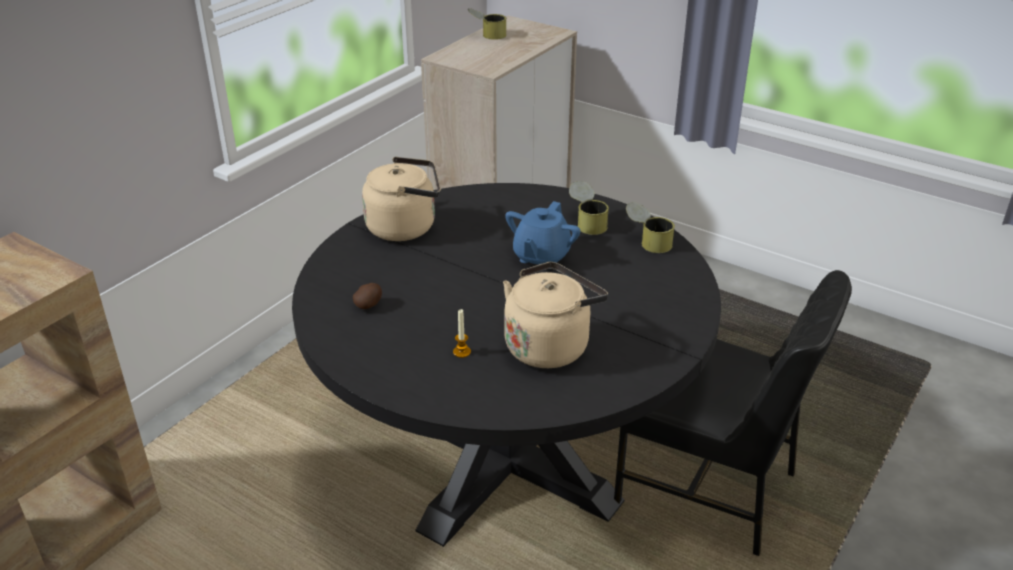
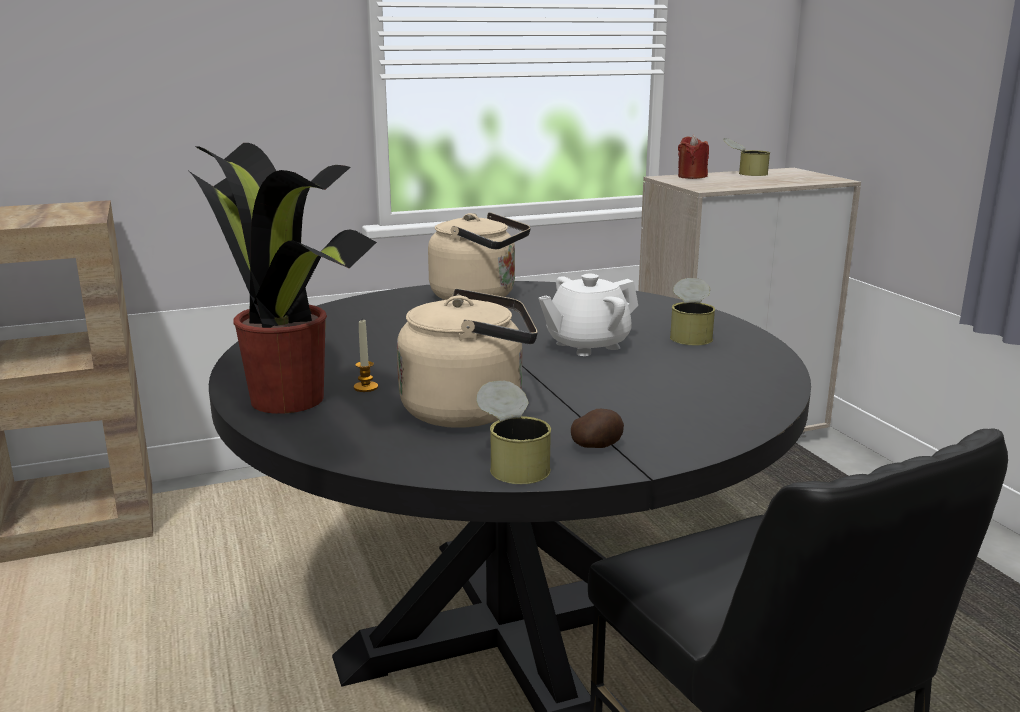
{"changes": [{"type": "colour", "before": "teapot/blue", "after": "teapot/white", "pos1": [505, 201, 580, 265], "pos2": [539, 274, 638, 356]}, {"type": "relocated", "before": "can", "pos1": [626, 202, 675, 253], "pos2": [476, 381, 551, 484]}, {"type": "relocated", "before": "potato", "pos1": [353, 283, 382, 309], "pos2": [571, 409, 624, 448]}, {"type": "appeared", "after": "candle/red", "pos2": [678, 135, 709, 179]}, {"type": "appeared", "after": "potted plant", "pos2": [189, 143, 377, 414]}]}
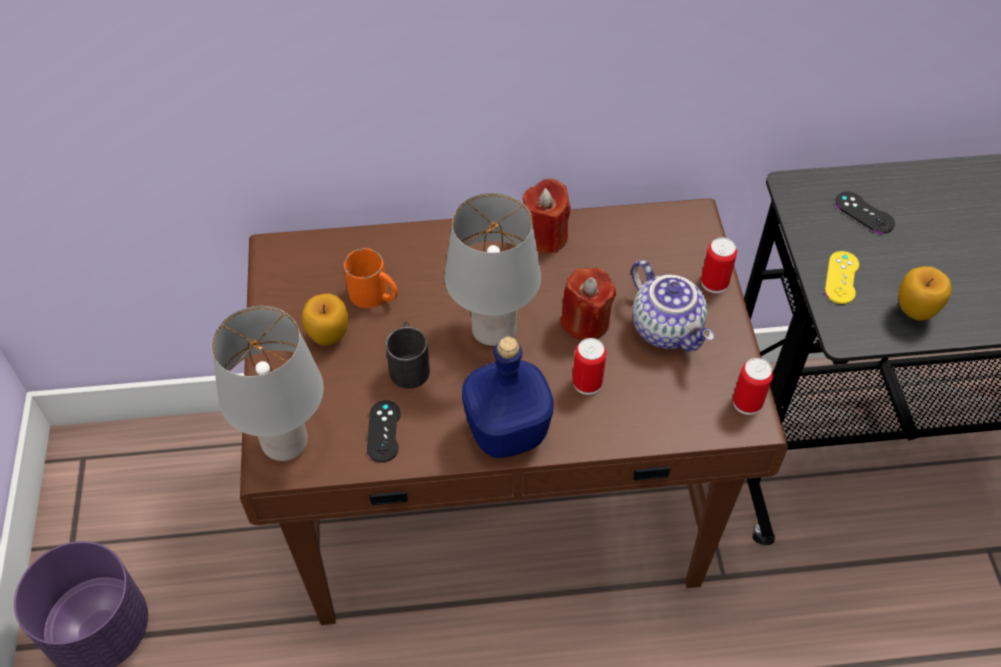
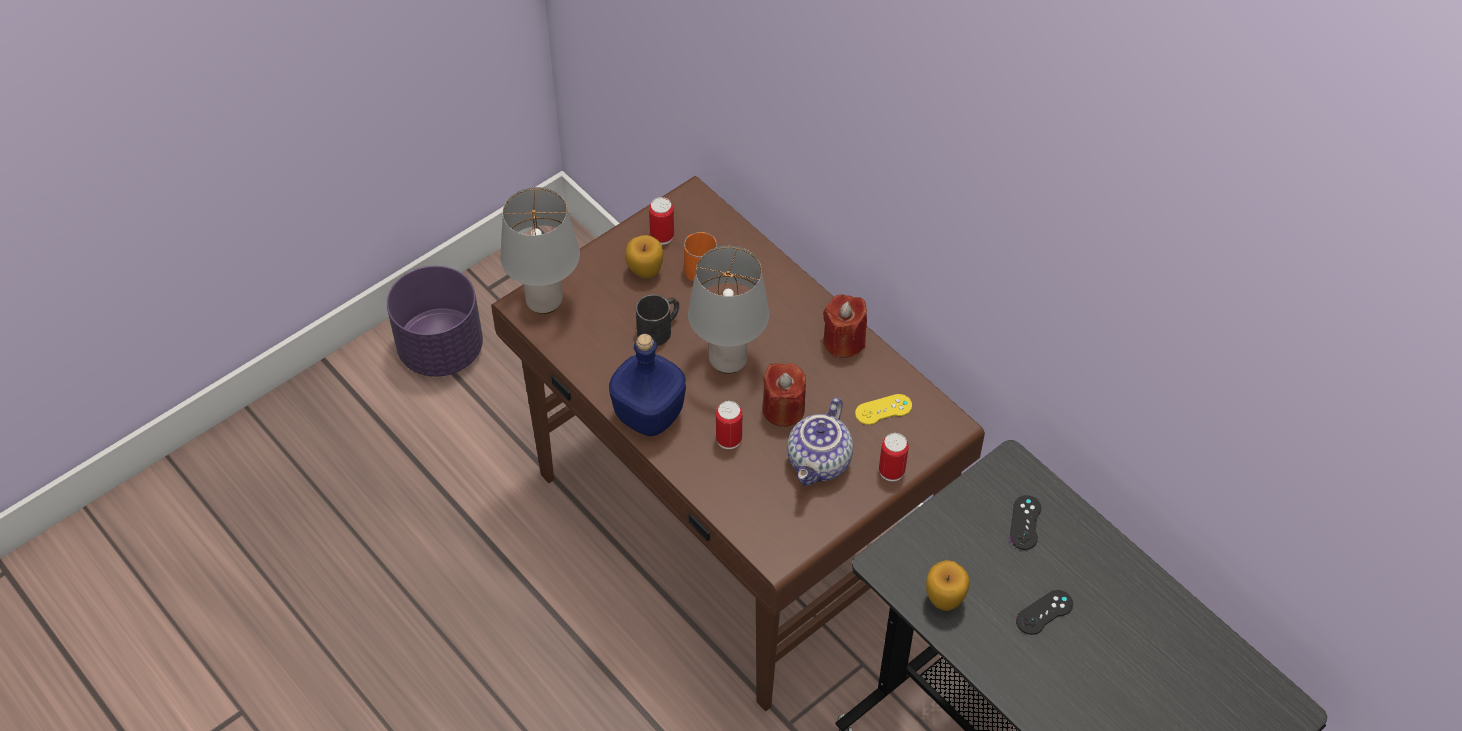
{"changes": [{"type": "relocated", "before": "game controller/yellow", "pos1": [825, 251, 859, 304], "pos2": [855, 394, 912, 425]}, {"type": "relocated", "before": "can", "pos1": [733, 358, 773, 415], "pos2": [649, 197, 674, 245]}, {"type": "relocated", "before": "game controller/black", "pos1": [367, 400, 401, 463], "pos2": [1016, 590, 1073, 635]}]}
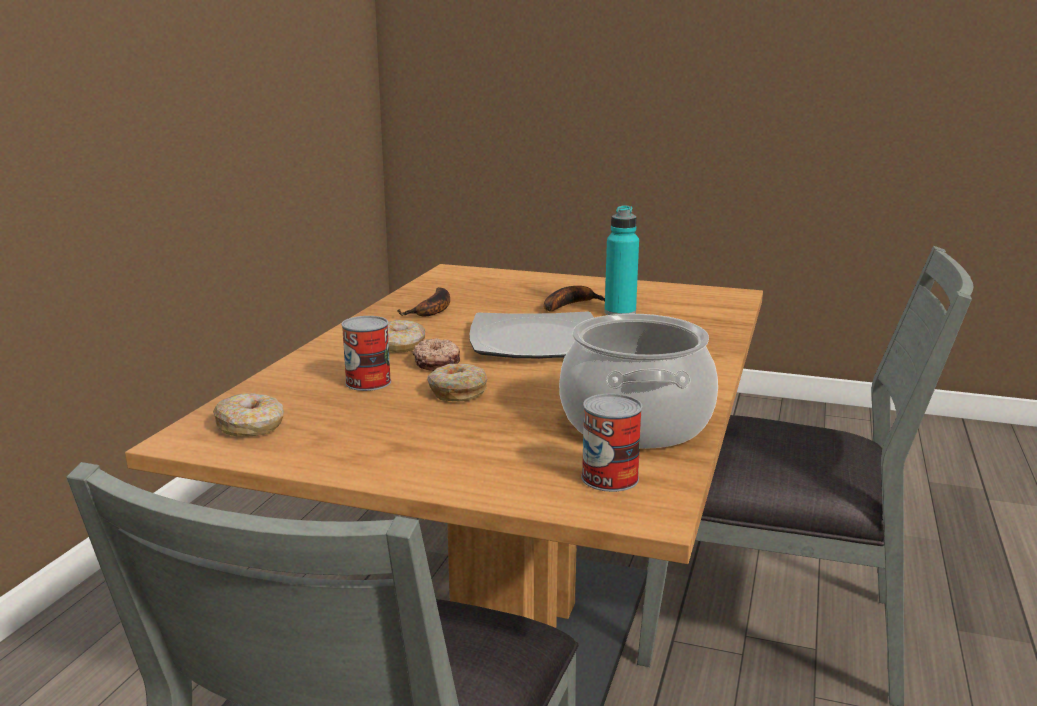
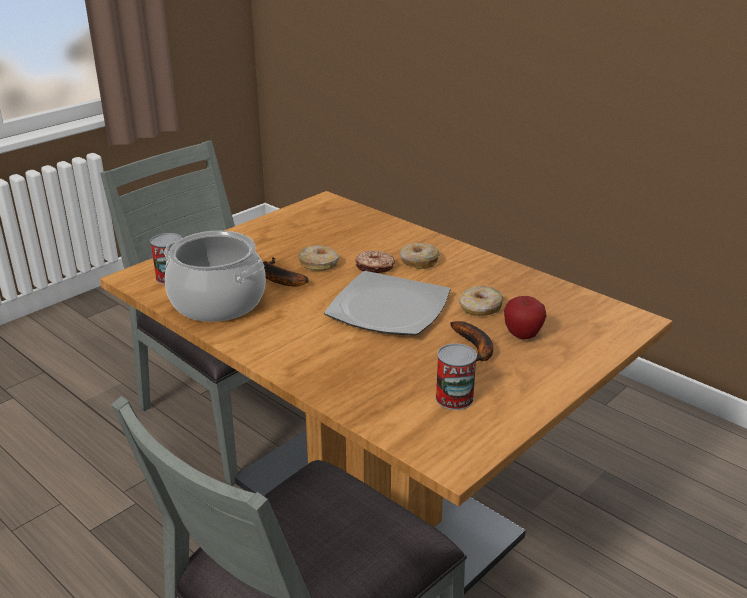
{"changes": [{"type": "missing", "before": "bottle/turquoise", "pos1": [605, 205, 639, 315]}, {"type": "relocated", "before": "banana", "pos1": [397, 287, 450, 317], "pos2": [263, 257, 308, 287]}, {"type": "relocated", "before": "can", "pos1": [341, 316, 391, 391], "pos2": [435, 344, 477, 410]}, {"type": "relocated", "before": "donut", "pos1": [213, 393, 284, 437], "pos2": [459, 286, 504, 316]}, {"type": "appeared", "after": "apple", "pos2": [504, 296, 546, 339]}]}
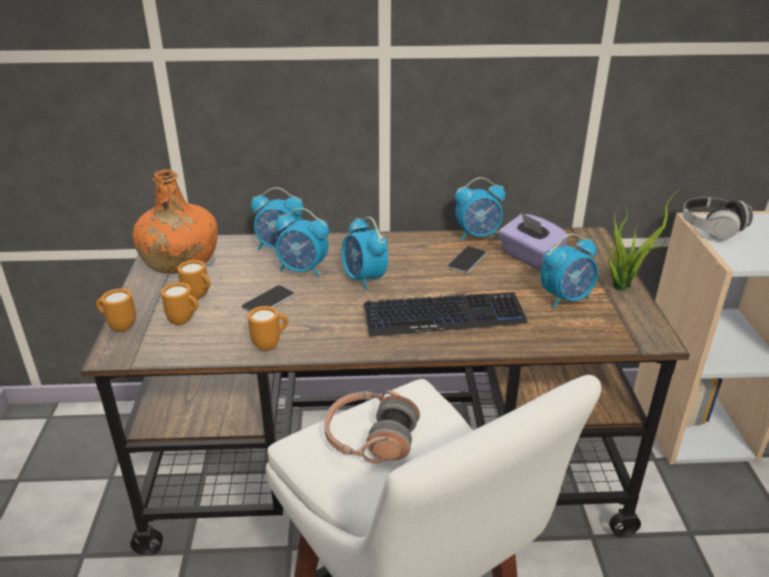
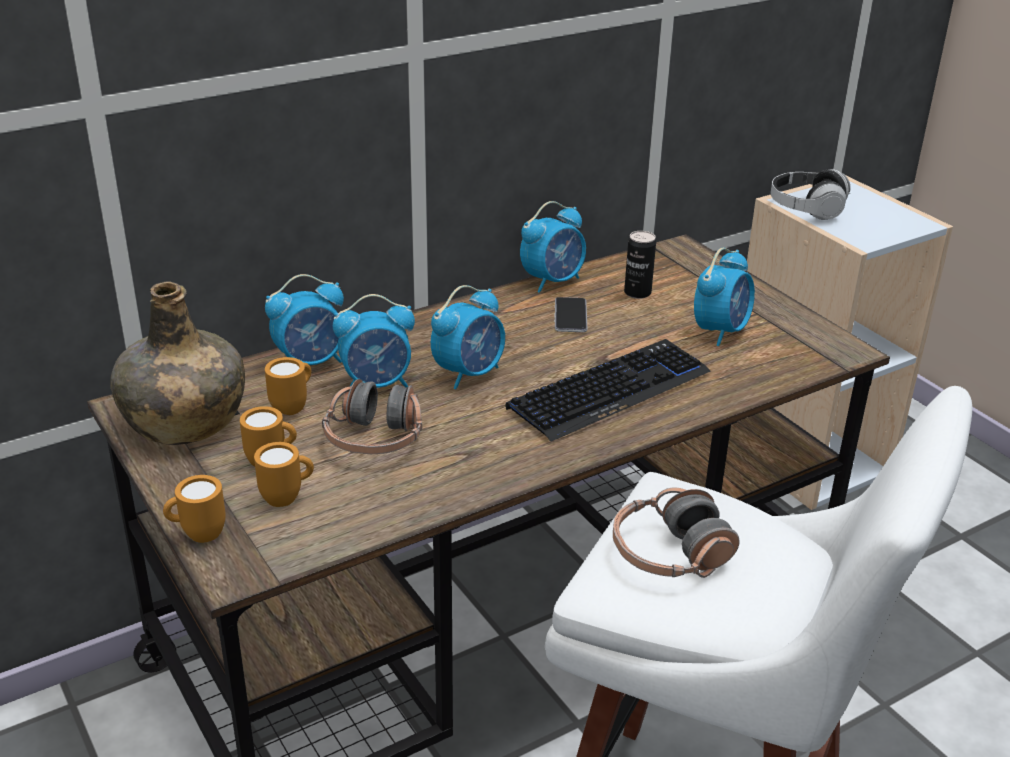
{"changes": [{"type": "colour", "before": "bottle/orange", "after": "bottle/green", "pos1": [132, 170, 218, 274], "pos2": [110, 281, 245, 445]}, {"type": "missing", "before": "potted plant", "pos1": [604, 189, 680, 291]}, {"type": "exchanged", "before": "tissue box/purple", "after": "can", "pos1": [498, 212, 569, 270], "pos2": [624, 231, 656, 299]}, {"type": "spun", "before": "alarm clock", "pos1": [341, 217, 388, 290], "pos2": [431, 285, 505, 389], "turn": -75}, {"type": "exchanged", "before": "phone", "after": "headphones", "pos1": [241, 285, 295, 312], "pos2": [322, 379, 422, 454]}, {"type": "relocated", "before": "mug/orange", "pos1": [248, 306, 288, 351], "pos2": [265, 357, 311, 415]}]}
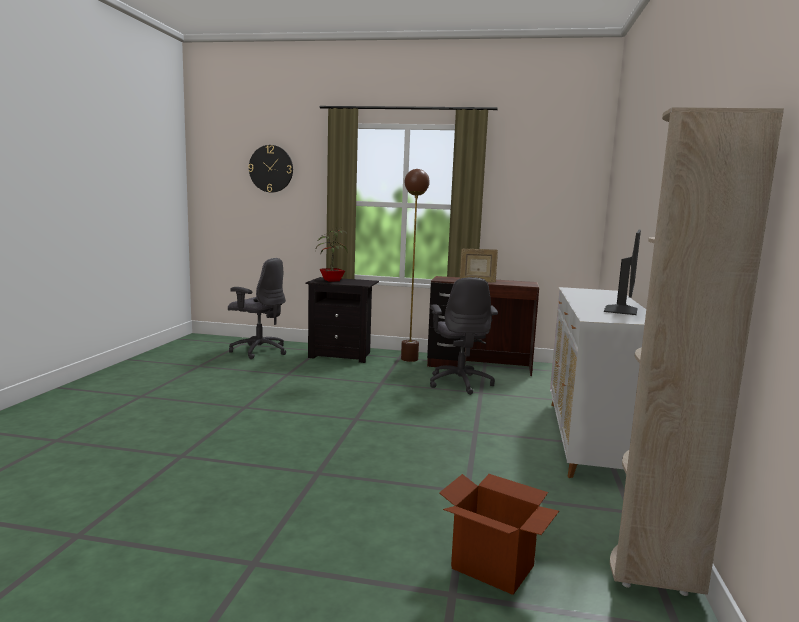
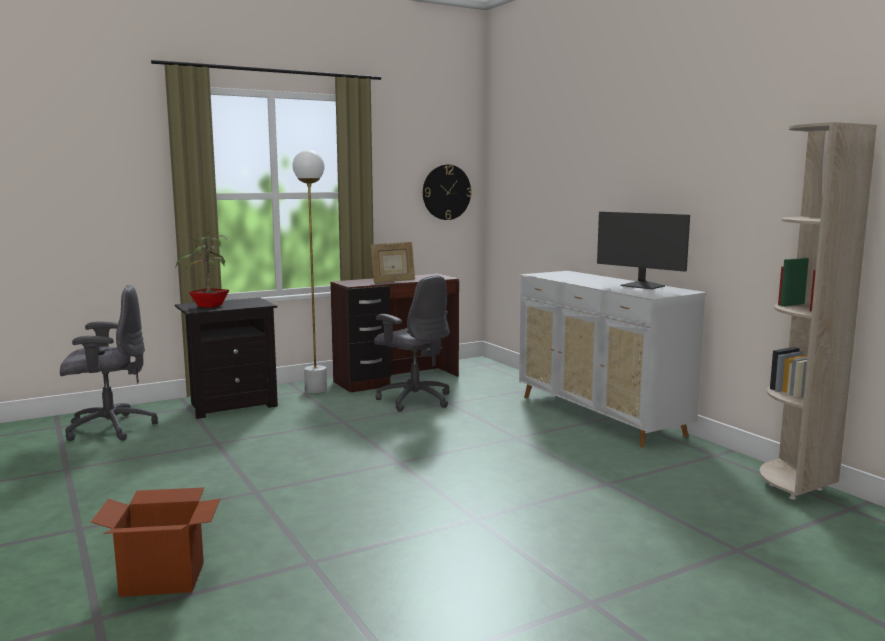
{"changes": [{"type": "relocated", "before": "wall clock", "pos1": [248, 145, 293, 193], "pos2": [423, 164, 472, 220]}, {"type": "colour", "before": "floor lamp/brown", "after": "floor lamp/white", "pos1": [401, 169, 430, 362], "pos2": [293, 150, 327, 393]}, {"type": "spun", "before": "monitor", "pos1": [604, 230, 641, 315], "pos2": [597, 212, 690, 289], "turn": 150}, {"type": "relocated", "before": "cardboard box", "pos1": [439, 474, 559, 595], "pos2": [91, 487, 220, 597]}]}
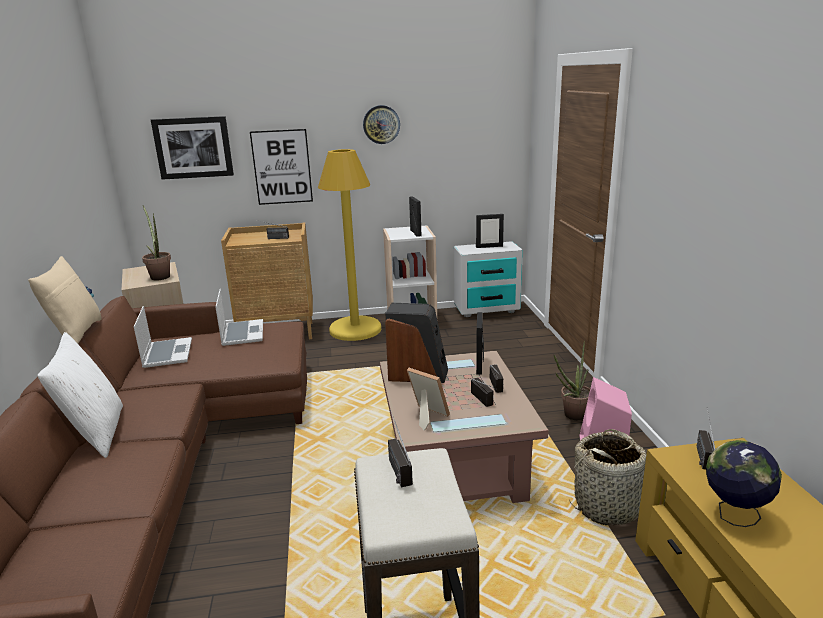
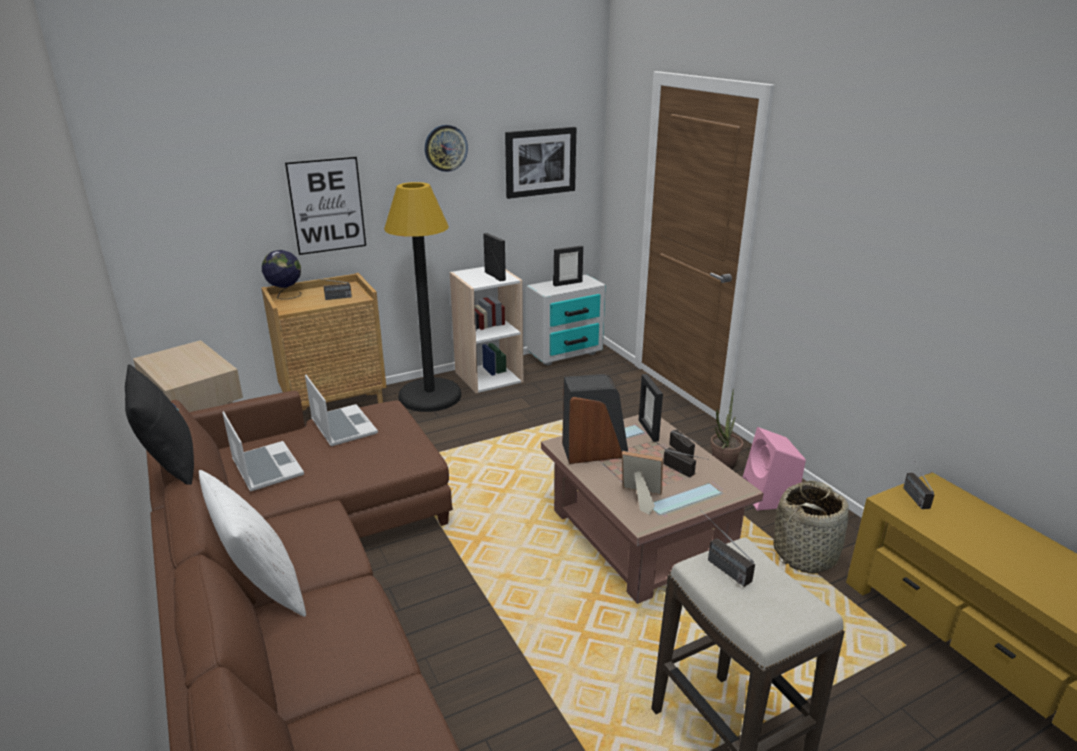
{"changes": [{"type": "relocated", "before": "picture", "pos1": [151, 116, 234, 180], "pos2": [505, 127, 576, 199]}, {"type": "colour", "before": "floor lamp/yellow", "after": "floor lamp/black", "pos1": [318, 149, 381, 341], "pos2": [384, 182, 461, 412]}, {"type": "missing", "before": "potted plant", "pos1": [142, 205, 171, 280]}, {"type": "colour", "before": "pillow/beige", "after": "pillow/black", "pos1": [28, 256, 102, 344], "pos2": [125, 364, 194, 485]}, {"type": "relocated", "before": "globe", "pos1": [706, 440, 782, 527], "pos2": [262, 250, 302, 299]}]}
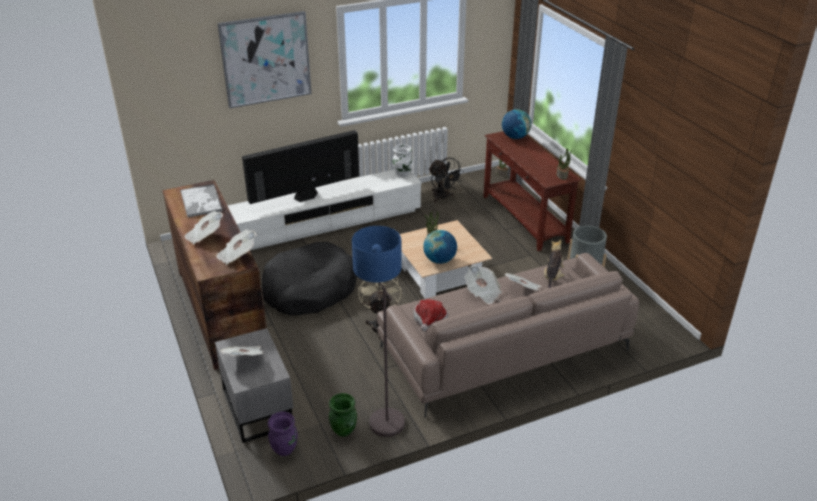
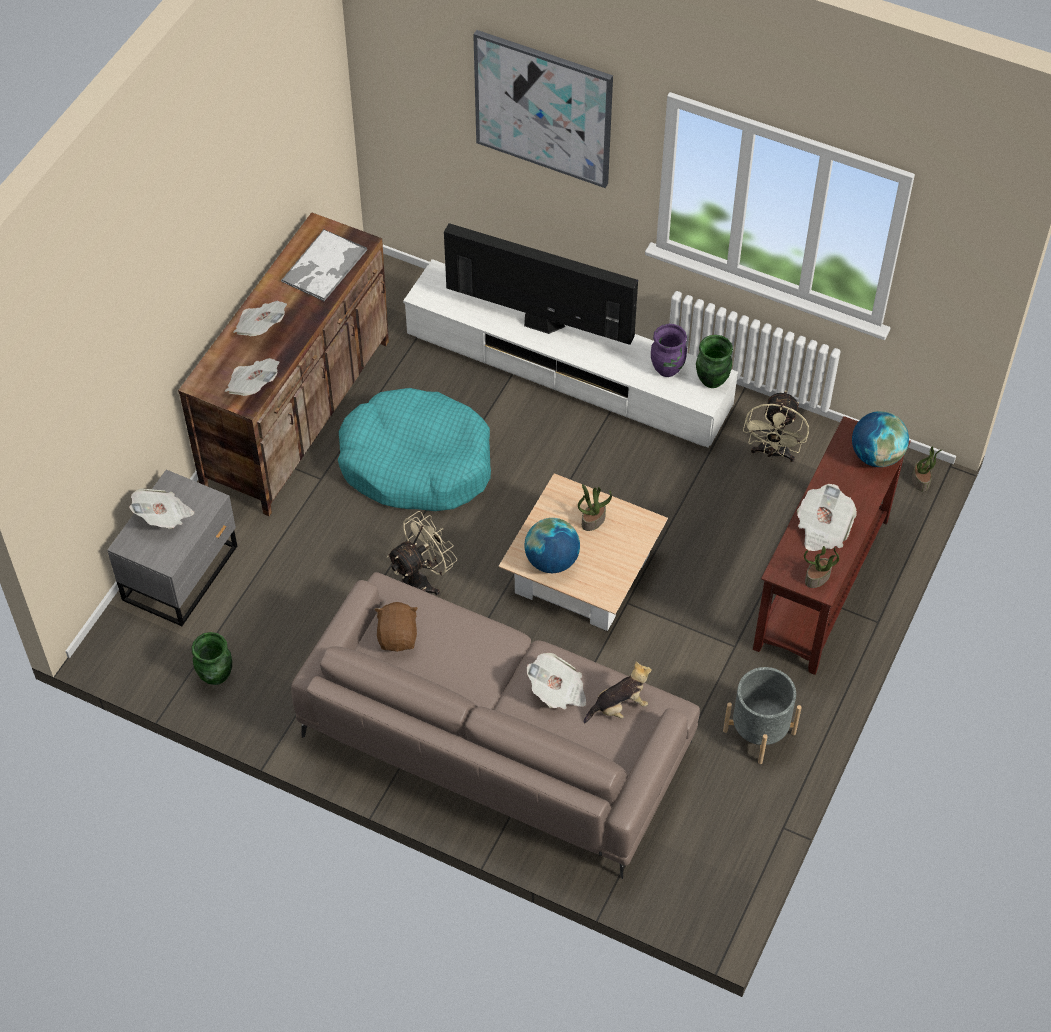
{"changes": [{"type": "colour", "before": "vase/white", "after": "vase/green", "pos1": [392, 144, 413, 177], "pos2": [696, 335, 733, 388]}, {"type": "colour", "before": "fan/black", "after": "fan/beige", "pos1": [428, 158, 463, 202], "pos2": [743, 390, 809, 462]}, {"type": "missing", "before": "floor lamp/blue", "pos1": [352, 226, 405, 437]}, {"type": "colour", "before": "dog bed/black", "after": "dog bed/turquoise", "pos1": [262, 242, 357, 315], "pos2": [338, 388, 491, 511]}, {"type": "relocated", "before": "newspaper", "pos1": [464, 265, 502, 305], "pos2": [797, 484, 857, 551]}, {"type": "exchanged", "before": "hat", "after": "plush toy/brown", "pos1": [414, 299, 448, 331], "pos2": [375, 602, 418, 652]}, {"type": "relocated", "before": "vase/purple", "pos1": [268, 412, 298, 456], "pos2": [651, 324, 687, 377]}]}
